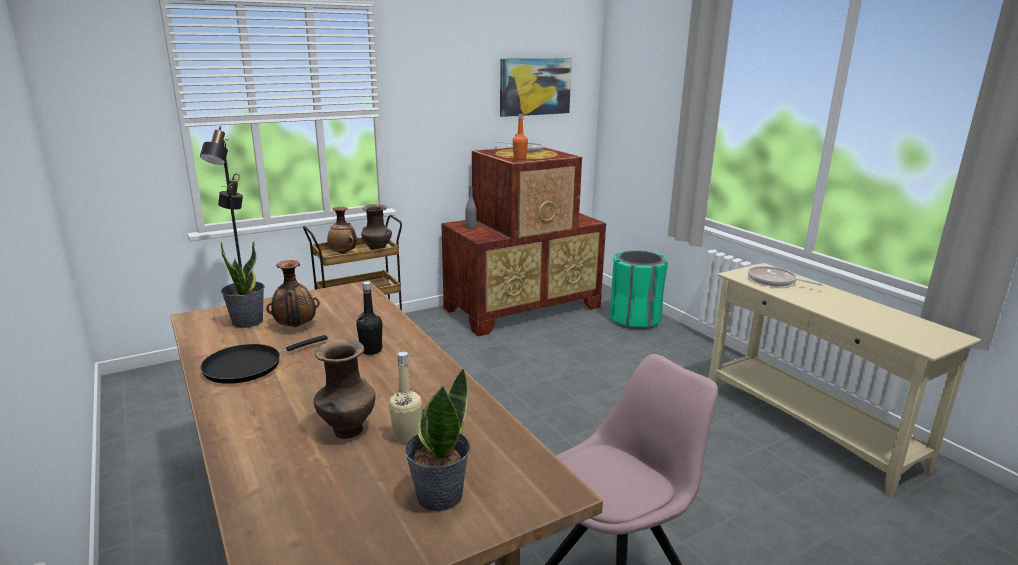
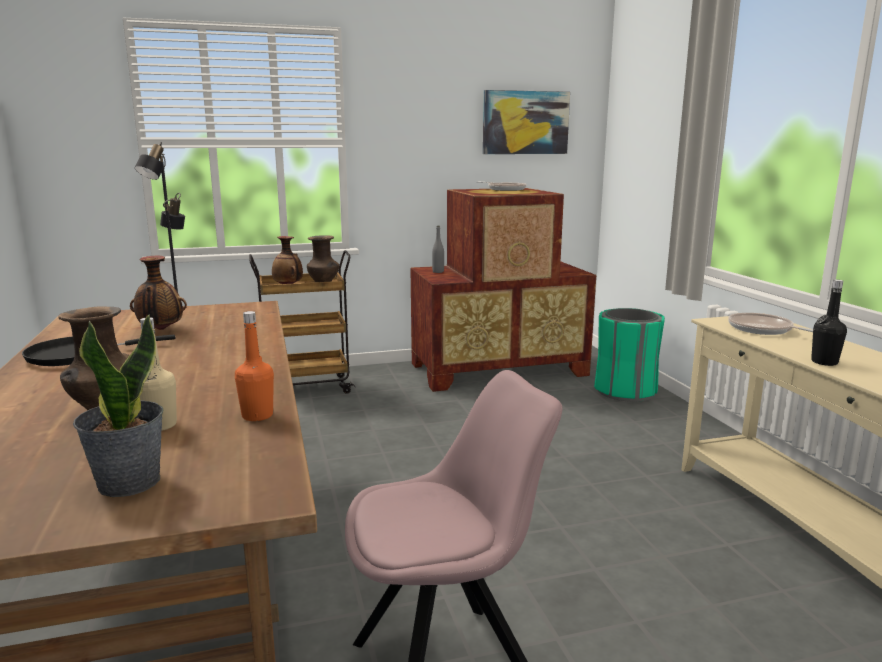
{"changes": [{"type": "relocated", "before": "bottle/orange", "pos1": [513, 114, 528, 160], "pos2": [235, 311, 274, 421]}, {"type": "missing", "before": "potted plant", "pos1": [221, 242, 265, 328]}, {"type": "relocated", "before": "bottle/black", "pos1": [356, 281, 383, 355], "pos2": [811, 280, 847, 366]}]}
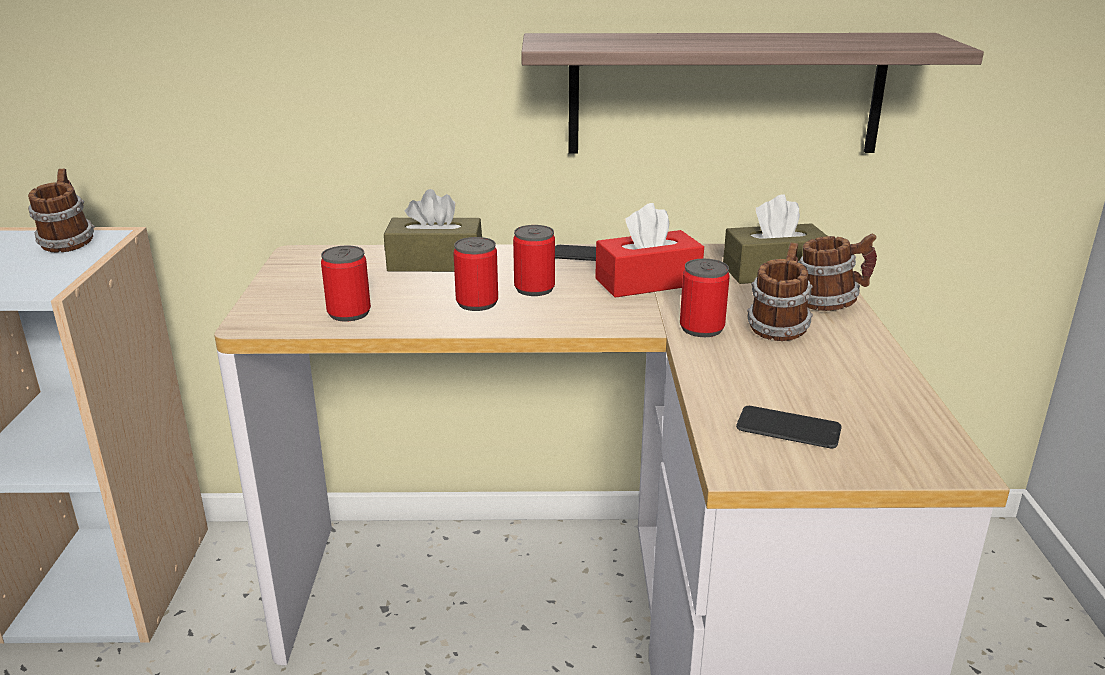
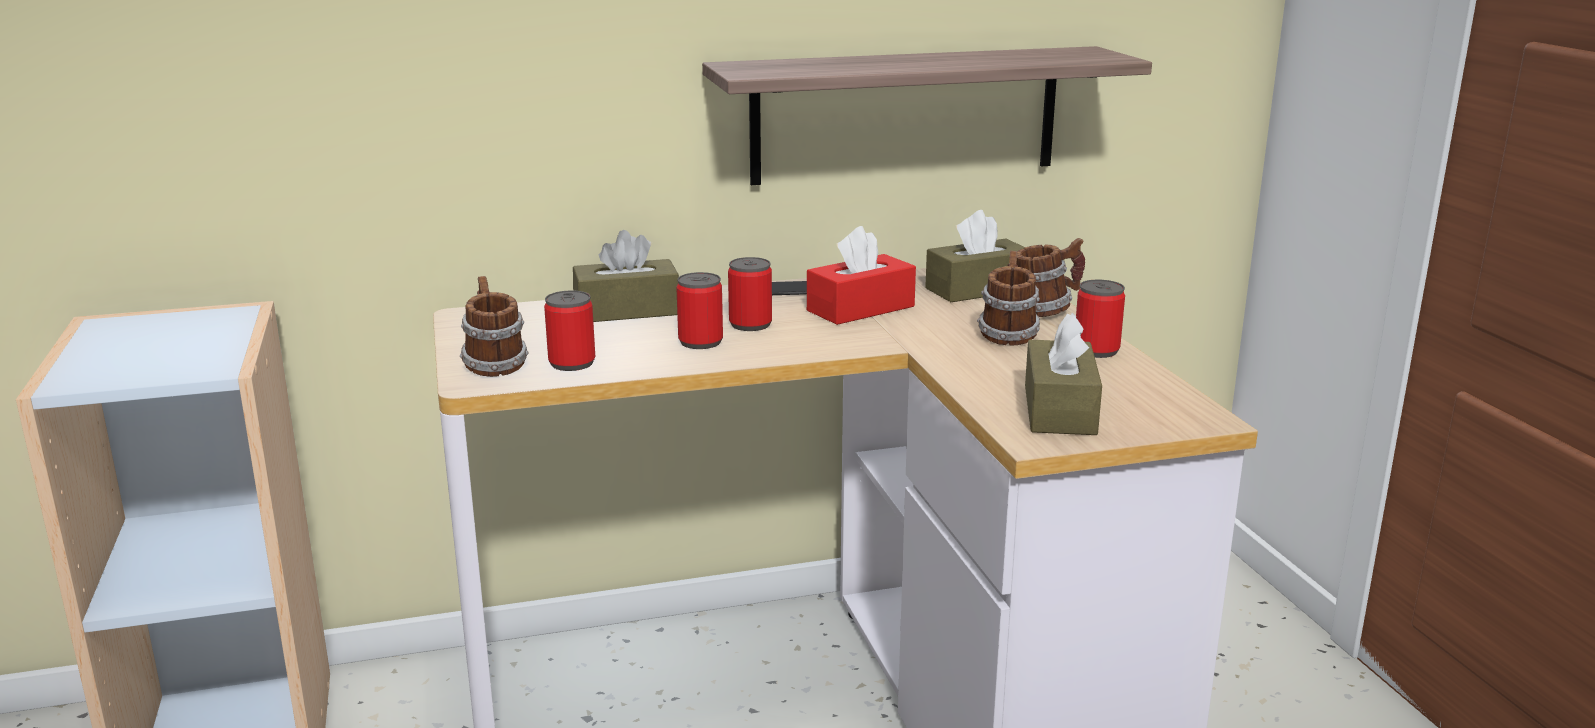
{"changes": [{"type": "relocated", "before": "mug", "pos1": [28, 169, 95, 253], "pos2": [460, 276, 529, 377]}, {"type": "relocated", "before": "can", "pos1": [680, 259, 730, 337], "pos2": [1076, 280, 1125, 358]}, {"type": "exchanged", "before": "phone", "after": "tissue box/brown", "pos1": [736, 406, 841, 448], "pos2": [1025, 313, 1102, 435]}]}
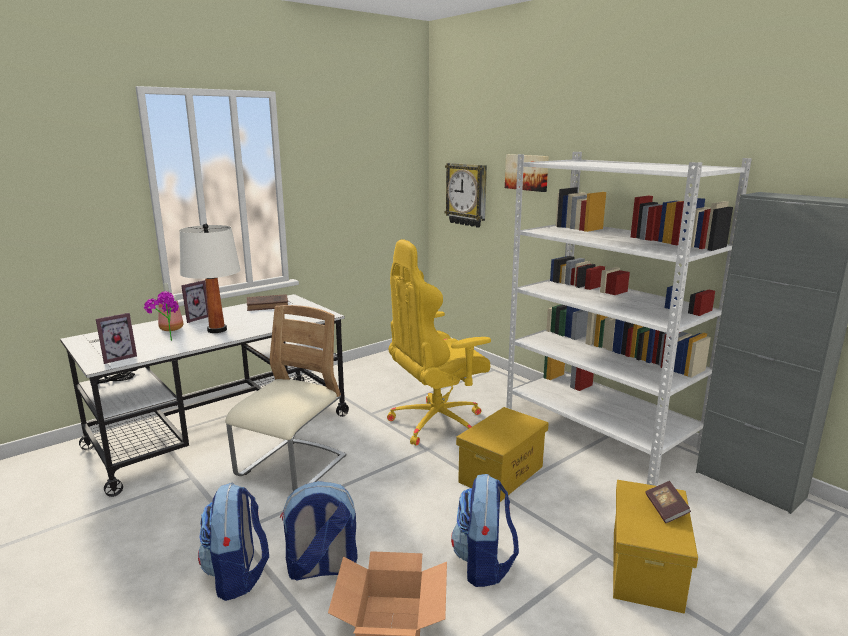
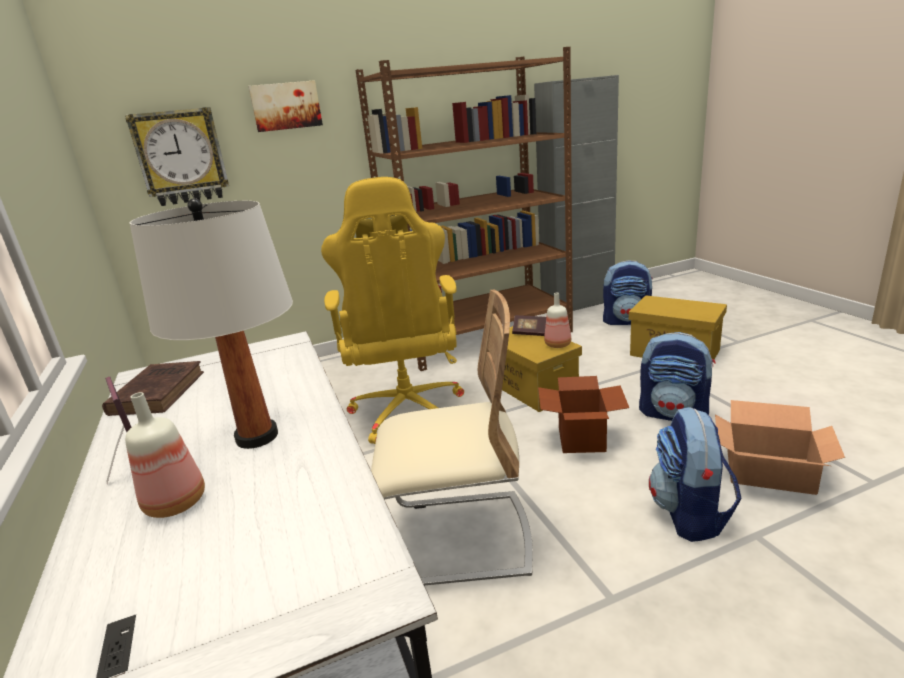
{"changes": [{"type": "colour", "before": "bookcase/white", "after": "bookcase/brown", "pos1": [506, 152, 752, 486], "pos2": [356, 47, 573, 371]}, {"type": "missing", "before": "potted plant", "pos1": [144, 291, 179, 341]}, {"type": "spun", "before": "chair/beige", "pos1": [225, 305, 346, 491], "pos2": [371, 289, 533, 586], "turn": 135}, {"type": "missing", "before": "picture frame", "pos1": [96, 313, 137, 364]}, {"type": "relocated", "before": "book", "pos1": [646, 481, 691, 523], "pos2": [512, 315, 546, 336]}, {"type": "relocated", "before": "backpack", "pos1": [198, 483, 269, 601], "pos2": [603, 261, 653, 325]}, {"type": "appeared", "after": "bottle", "pos2": [544, 293, 571, 348]}, {"type": "appeared", "after": "cardboard box", "pos2": [538, 376, 629, 453]}]}
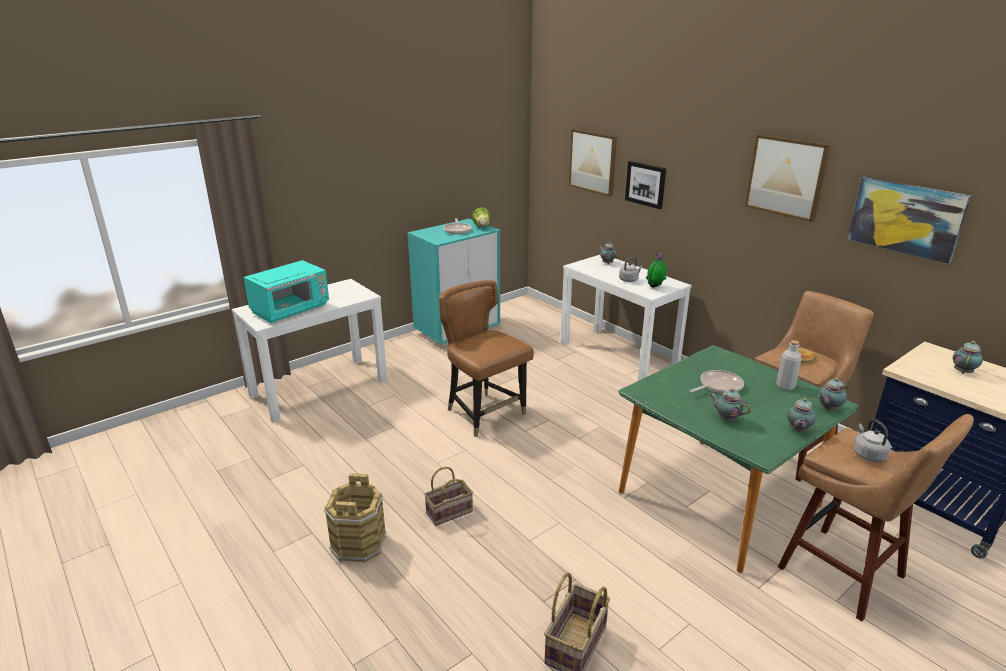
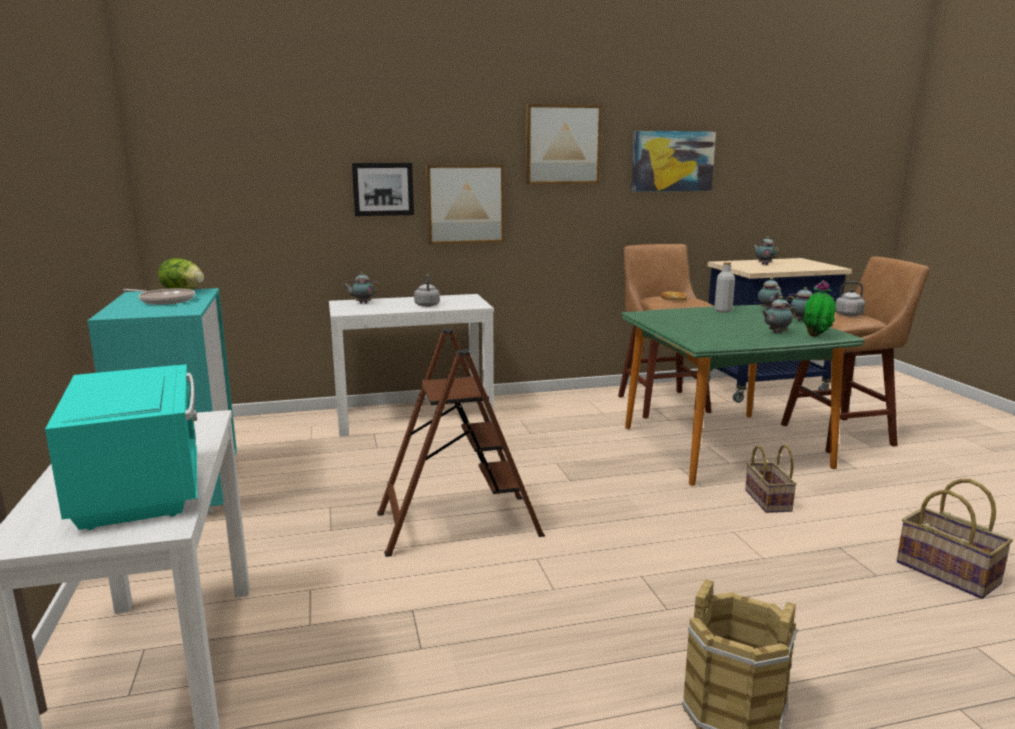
{"changes": [{"type": "relocated", "before": "picture", "pos1": [569, 129, 617, 197], "pos2": [426, 164, 504, 245]}, {"type": "relocated", "before": "potted plant", "pos1": [646, 253, 666, 288], "pos2": [803, 280, 835, 337]}, {"type": "exchanged", "before": "chair/brown", "after": "step ladder/brown", "pos1": [439, 280, 534, 437], "pos2": [377, 328, 545, 557]}, {"type": "missing", "before": "frying pan", "pos1": [689, 370, 744, 394]}, {"type": "relocated", "before": "basket", "pos1": [424, 467, 473, 526], "pos2": [745, 445, 797, 513]}]}
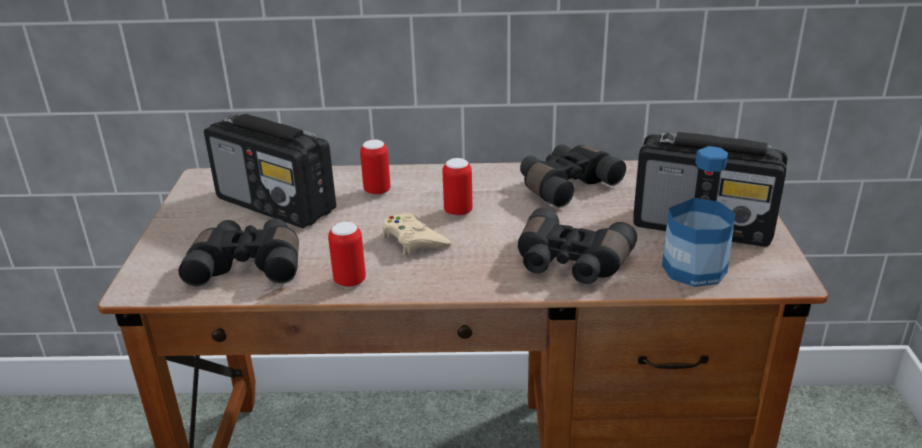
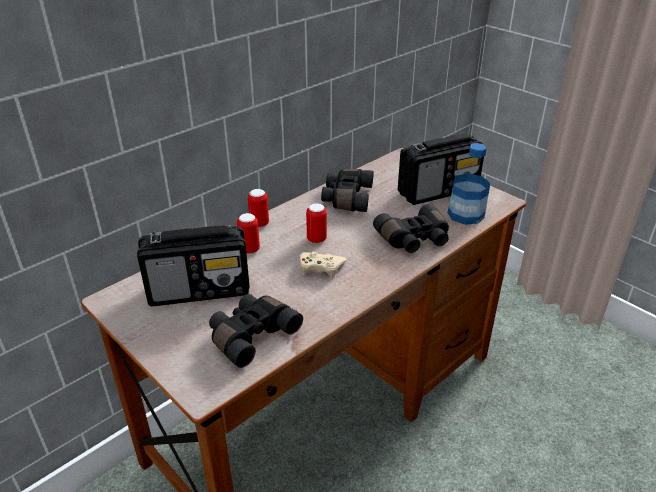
{"changes": [{"type": "relocated", "before": "can", "pos1": [328, 222, 366, 287], "pos2": [248, 189, 269, 228]}]}
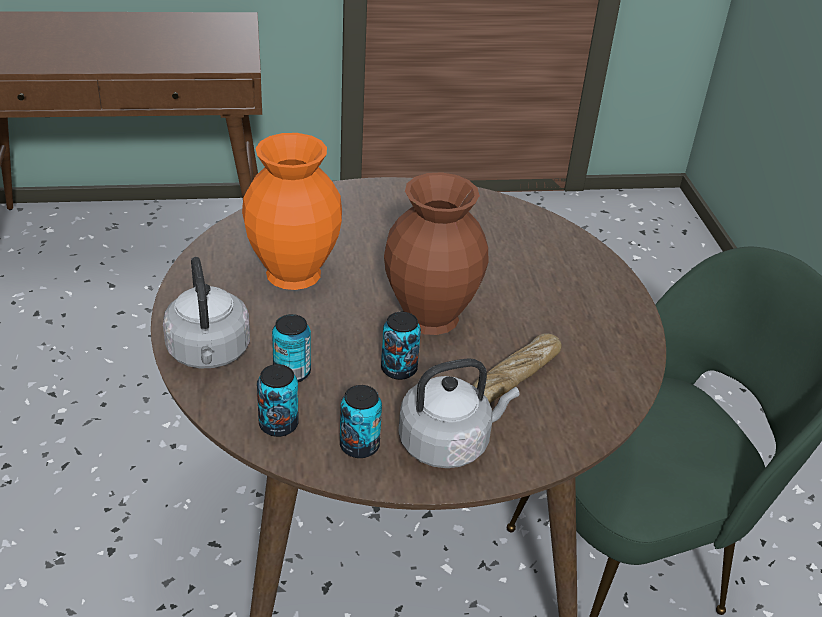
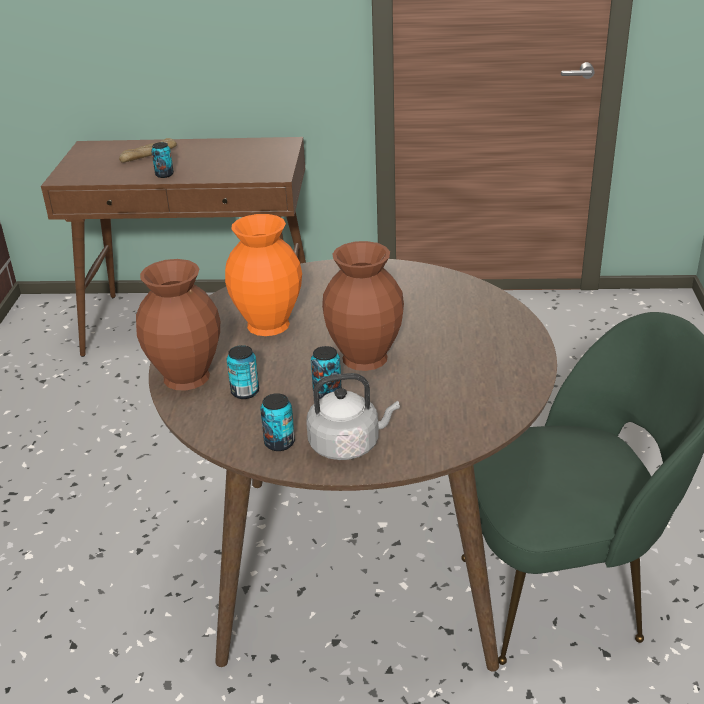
{"changes": [{"type": "exchanged", "before": "kettle/grey", "after": "vase/brown", "pos1": [163, 257, 250, 369], "pos2": [136, 259, 220, 391]}, {"type": "relocated", "before": "bread", "pos1": [473, 333, 562, 403], "pos2": [119, 138, 177, 163]}, {"type": "relocated", "before": "can", "pos1": [257, 364, 299, 437], "pos2": [151, 142, 174, 178]}]}
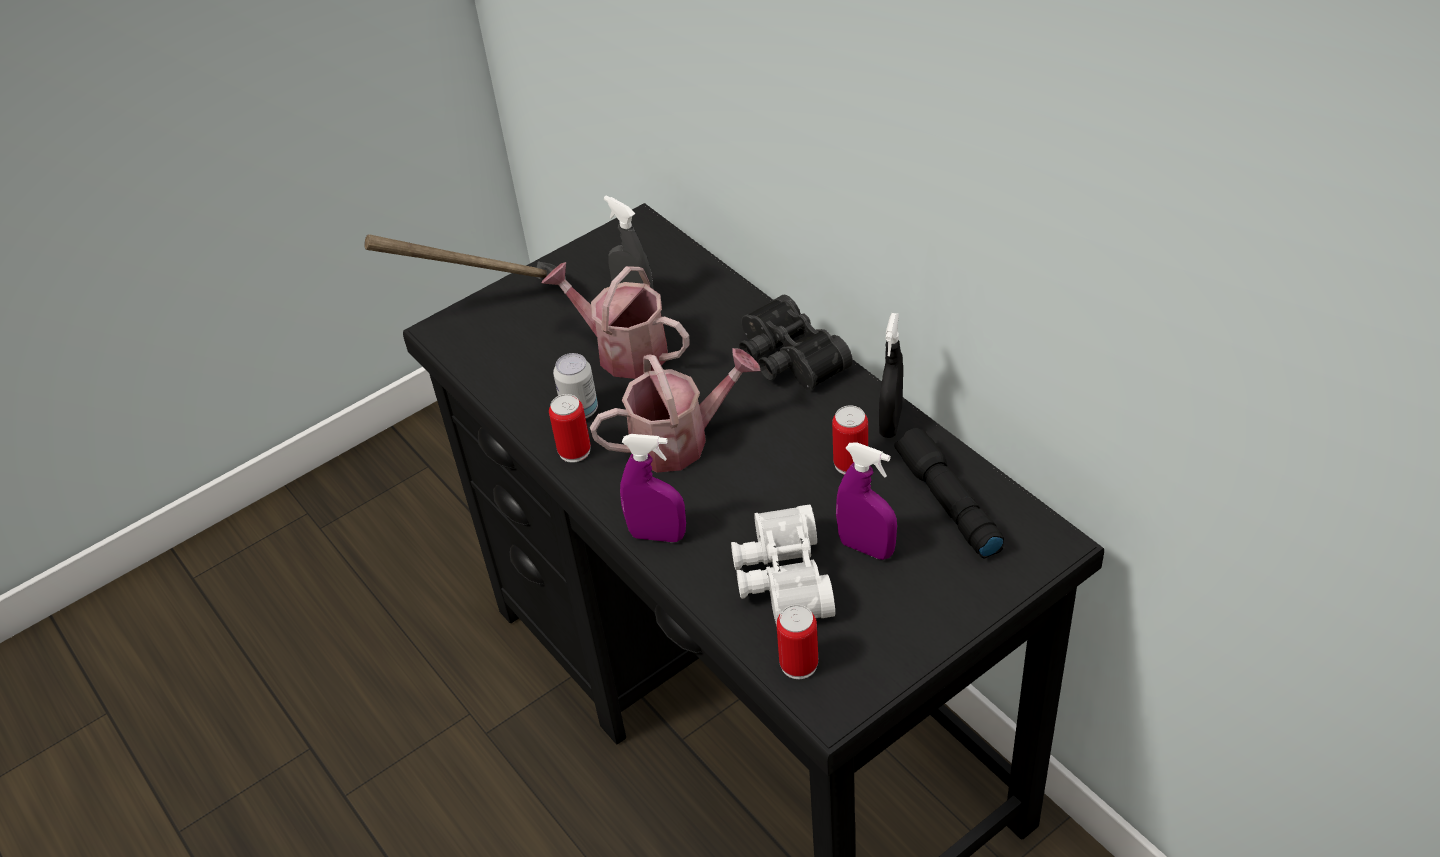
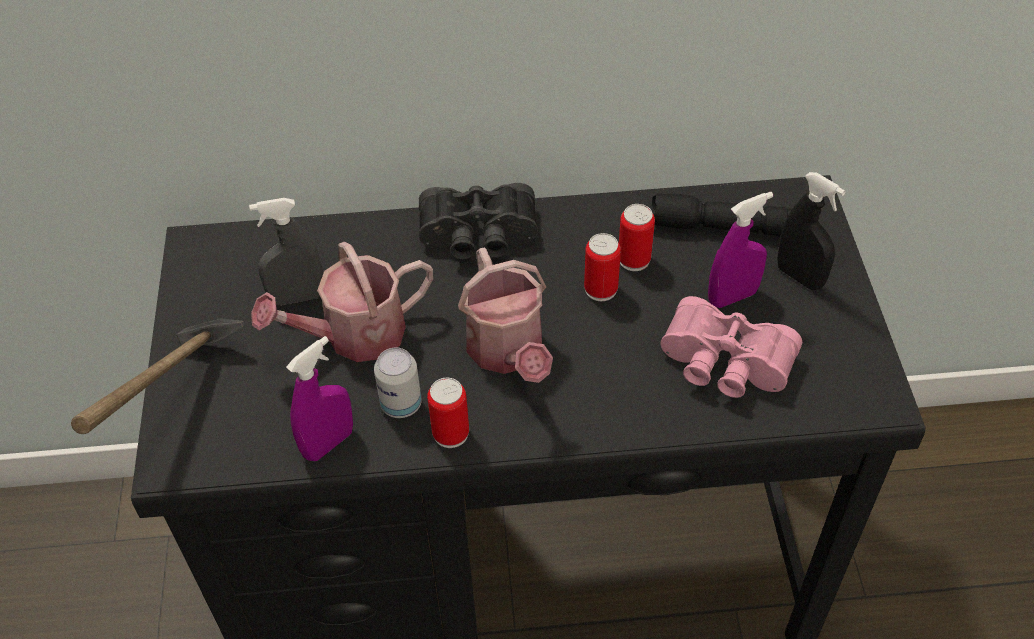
{"changes": [{"type": "relocated", "before": "spray bottle/black", "pos1": [879, 313, 903, 438], "pos2": [777, 172, 846, 290]}, {"type": "spun", "before": "watering can", "pos1": [590, 348, 761, 473], "pos2": [458, 247, 553, 383], "turn": 150}, {"type": "relocated", "before": "spray bottle/purple", "pos1": [620, 434, 686, 542], "pos2": [286, 336, 353, 461]}, {"type": "colour", "before": "binoculars/white", "after": "binoculars/pink", "pos1": [731, 504, 835, 624], "pos2": [661, 296, 802, 398]}, {"type": "relocated", "before": "can", "pos1": [776, 605, 818, 679], "pos2": [584, 233, 621, 301]}]}
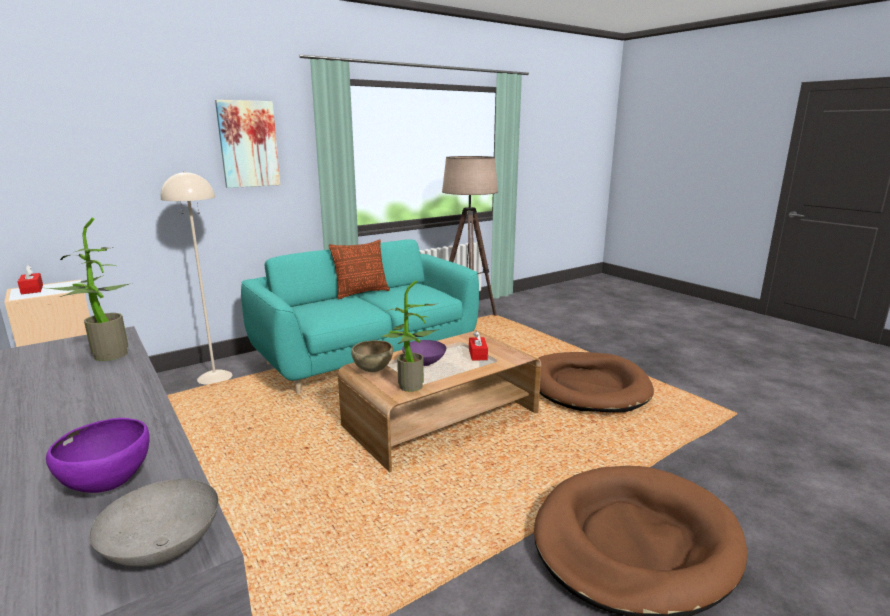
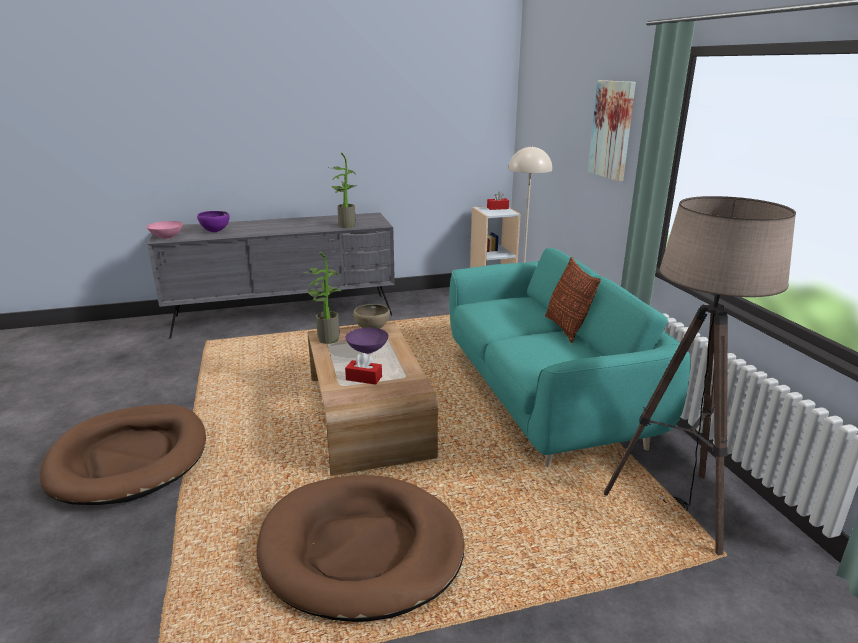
{"changes": [{"type": "colour", "before": "bowl/grey", "after": "bowl/pink", "pos1": [89, 479, 219, 567], "pos2": [146, 221, 183, 239]}]}
